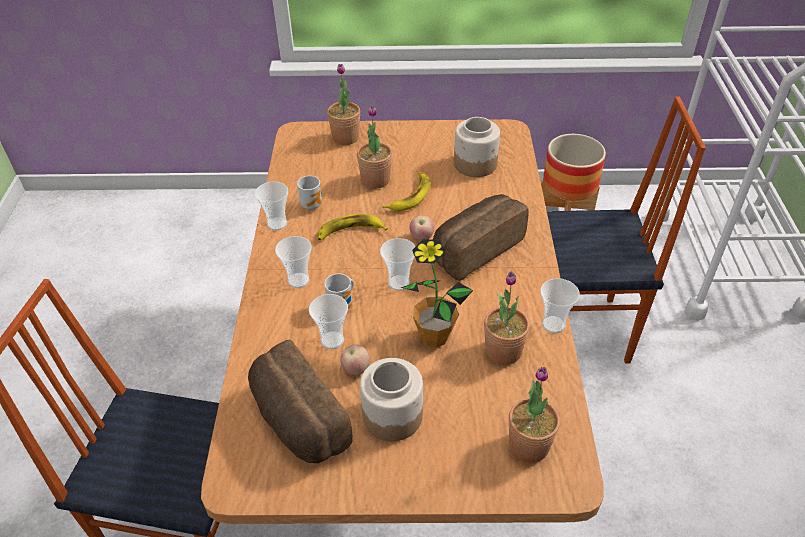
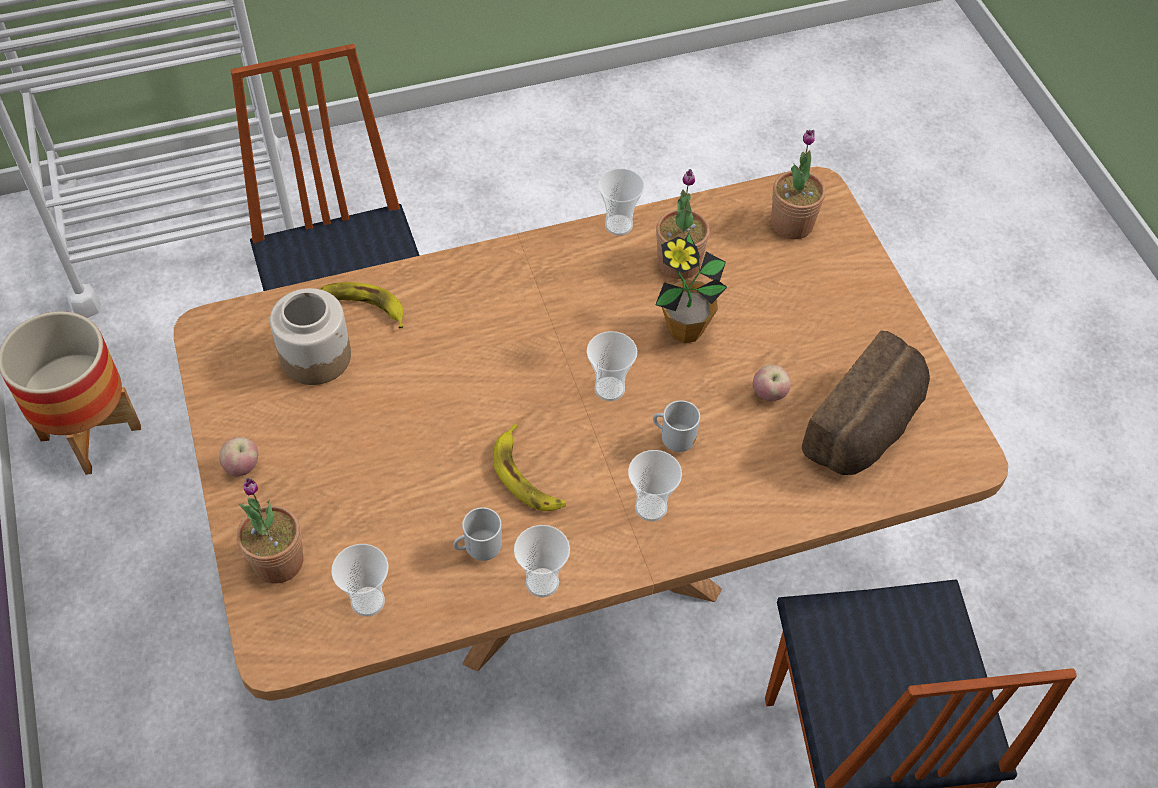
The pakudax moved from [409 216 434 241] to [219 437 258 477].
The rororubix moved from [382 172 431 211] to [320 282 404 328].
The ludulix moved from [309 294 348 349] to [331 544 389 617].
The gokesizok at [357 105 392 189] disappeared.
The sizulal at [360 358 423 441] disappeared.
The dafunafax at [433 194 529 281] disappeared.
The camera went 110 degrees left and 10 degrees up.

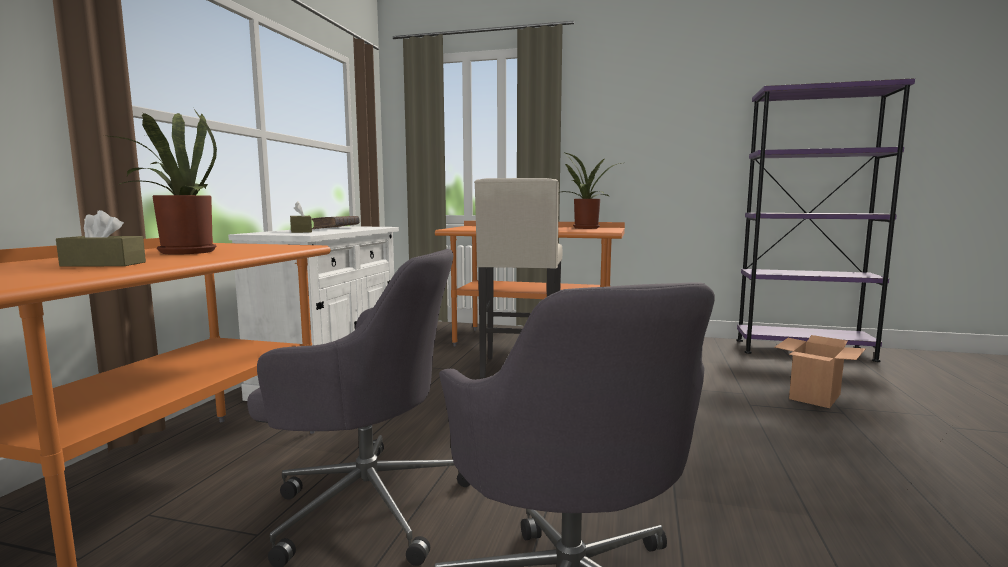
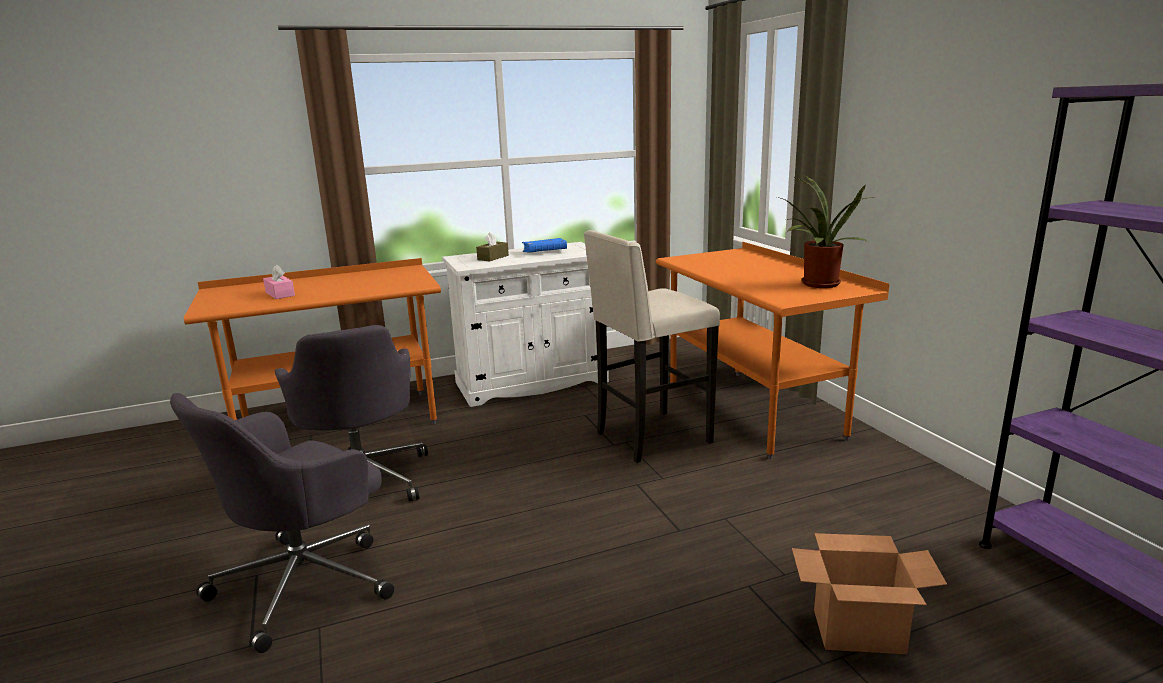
The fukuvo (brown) at [56 210 146 267] became the fukuvo (pink) at [263 265 295 299].
The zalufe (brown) at [311 216 360 229] became the zalufe (blue) at [522 238 567 253].
The gokesizok at [109 109 217 255] disappeared.
The camera went 55 degrees right and 10 degrees up.

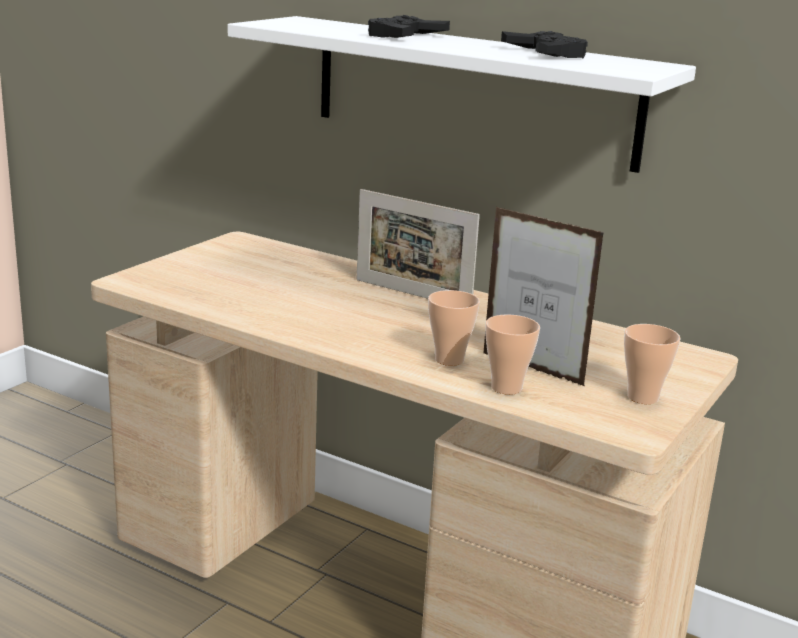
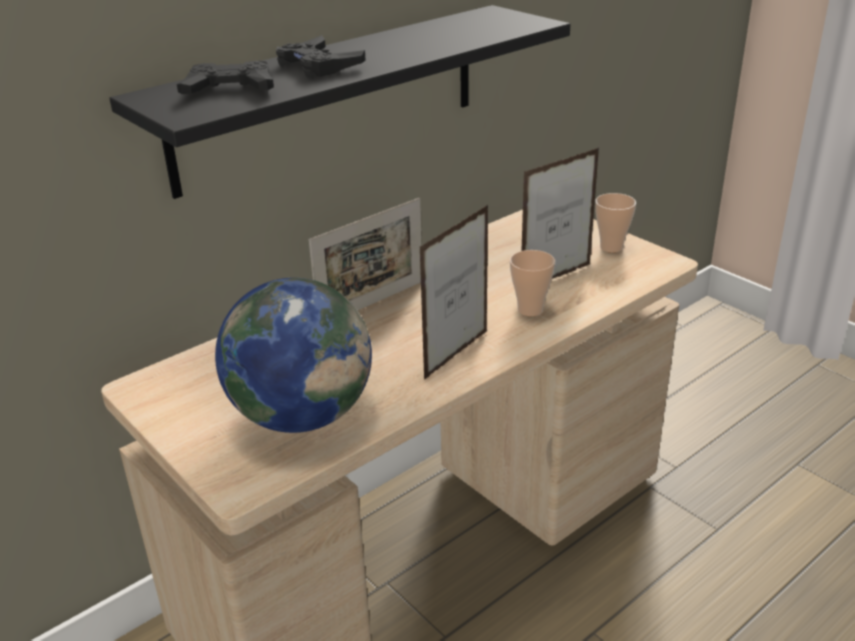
The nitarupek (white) at [228 16 696 173] became the nitarupek (black) at [109 5 570 199].
The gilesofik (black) moved from [501 31 588 58] to [177 61 274 94].
The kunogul at [215 278 372 433] appeared.
The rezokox at [420 205 488 380] appeared.
The ludulix at [486 314 540 395] disappeared.
The camera went 70 degrees left and 10 degrees up.

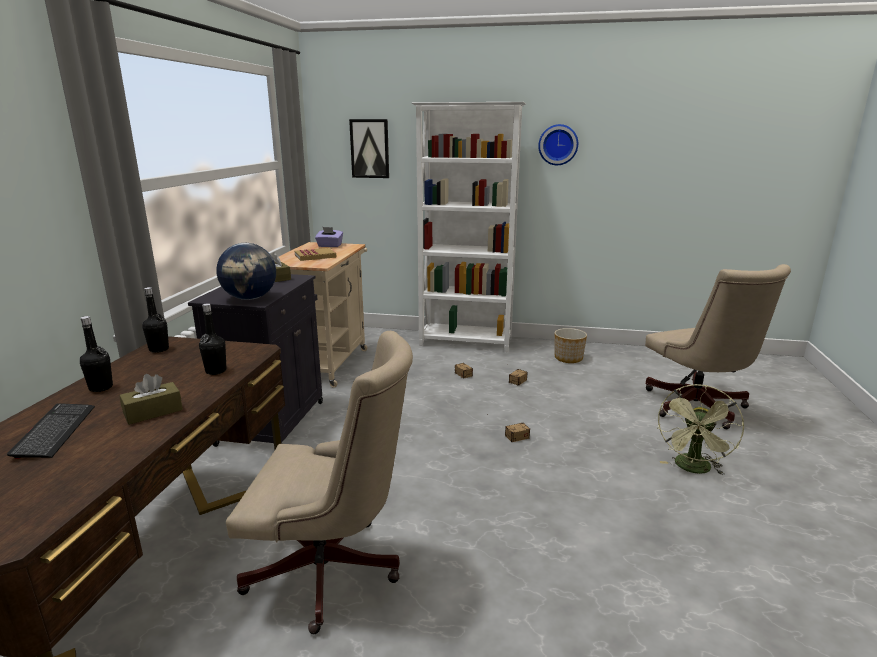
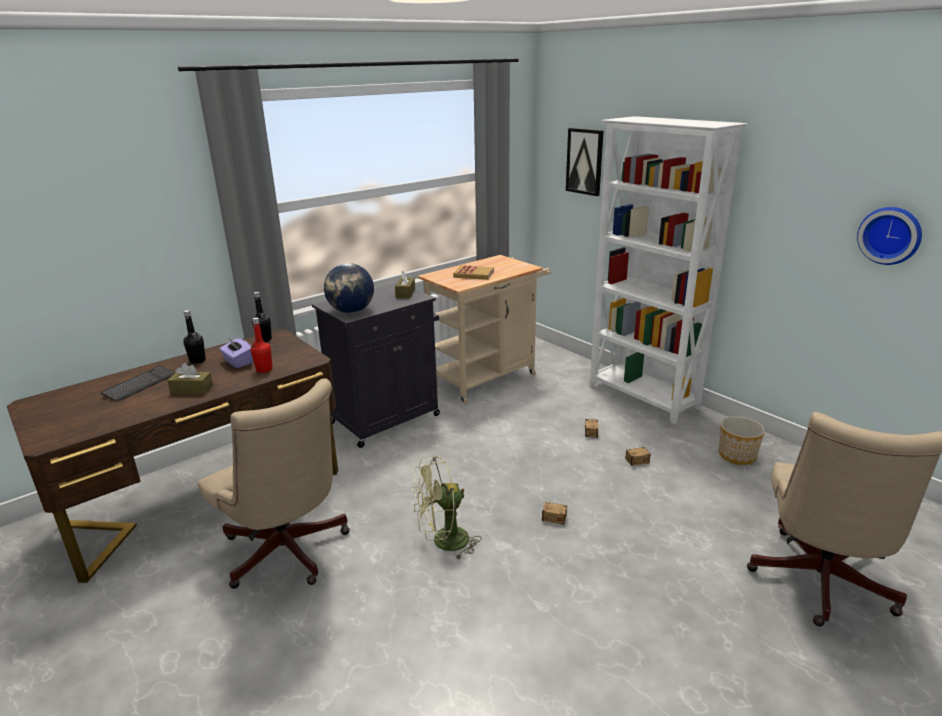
The fukuvo (purple) moved from [315 227 343 247] to [219 338 253 368].
The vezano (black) at [199 303 226 375] became the vezano (red) at [251 317 273 373].
The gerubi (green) moved from [657 384 744 475] to [412 456 482 561].
The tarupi moved from [538 124 578 165] to [857 207 922 265].
The camera went 40 degrees right and 5 degrees up.

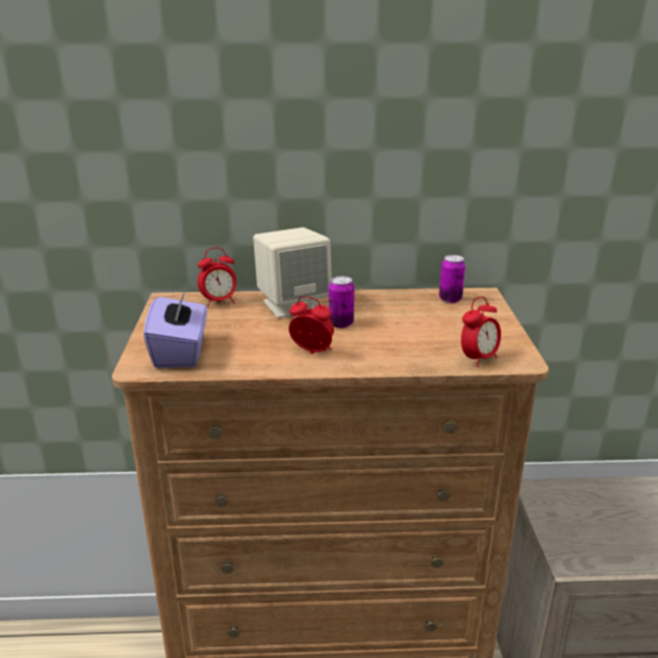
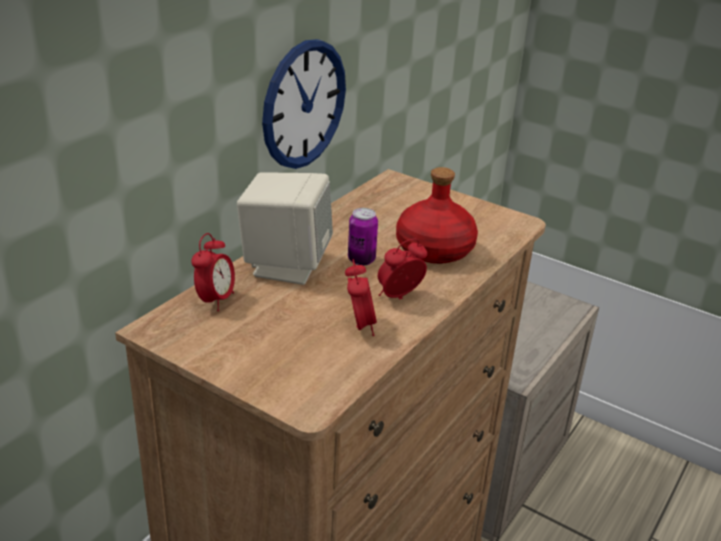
The tarupi at [262 39 346 169] appeared.
The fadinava moved from [461 296 501 368] to [345 259 377 336].
The vezano (red) at [396 167 478 264] appeared.
The fukuvo (purple) at [144 287 207 368] disappeared.
The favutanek at [439 255 466 303] disappeared.
The camera went 55 degrees left and 5 degrees up.

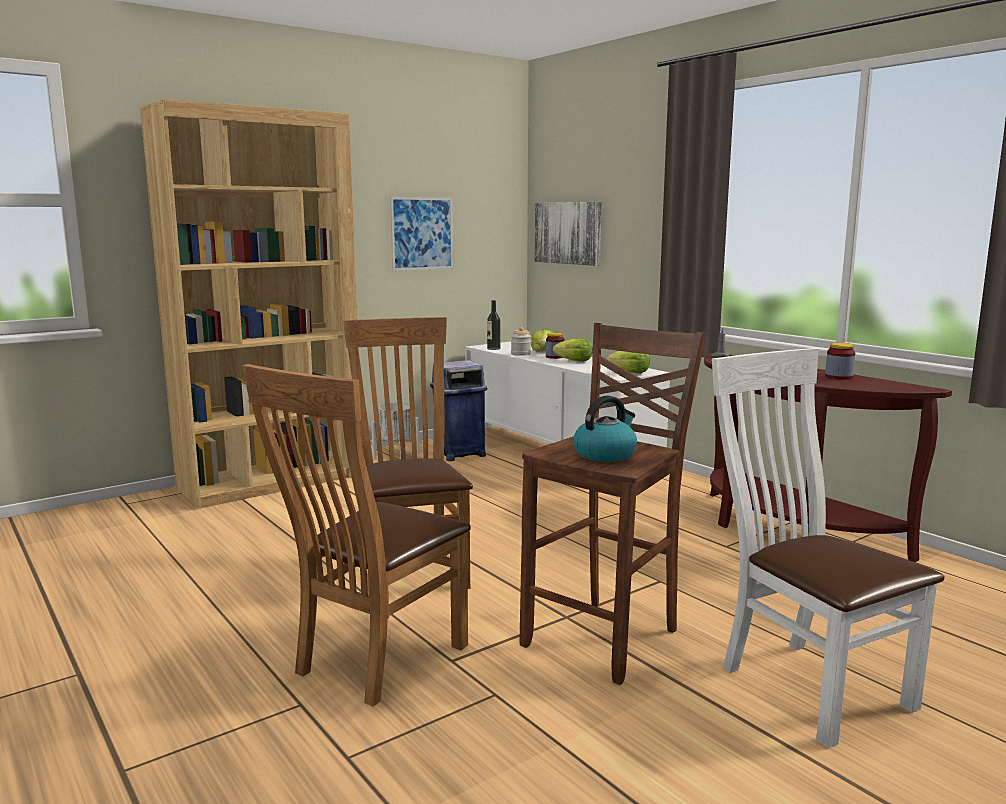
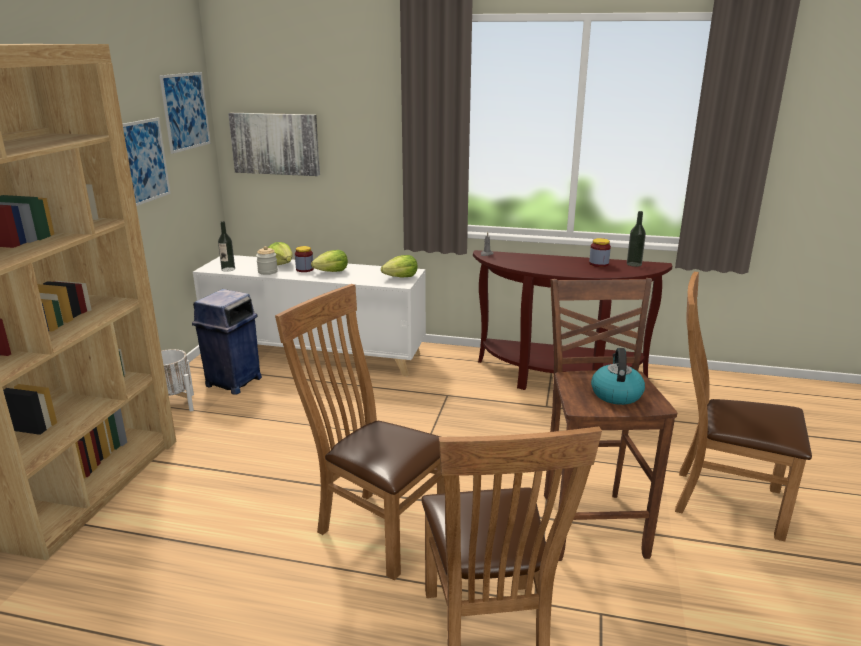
The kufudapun at [159 72 211 154] appeared.
The vezano at [627 211 646 267] appeared.
The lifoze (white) at [712 348 945 749] became the lifoze (brown) at [675 272 812 541].
The camera went 40 degrees left and 10 degrees up.

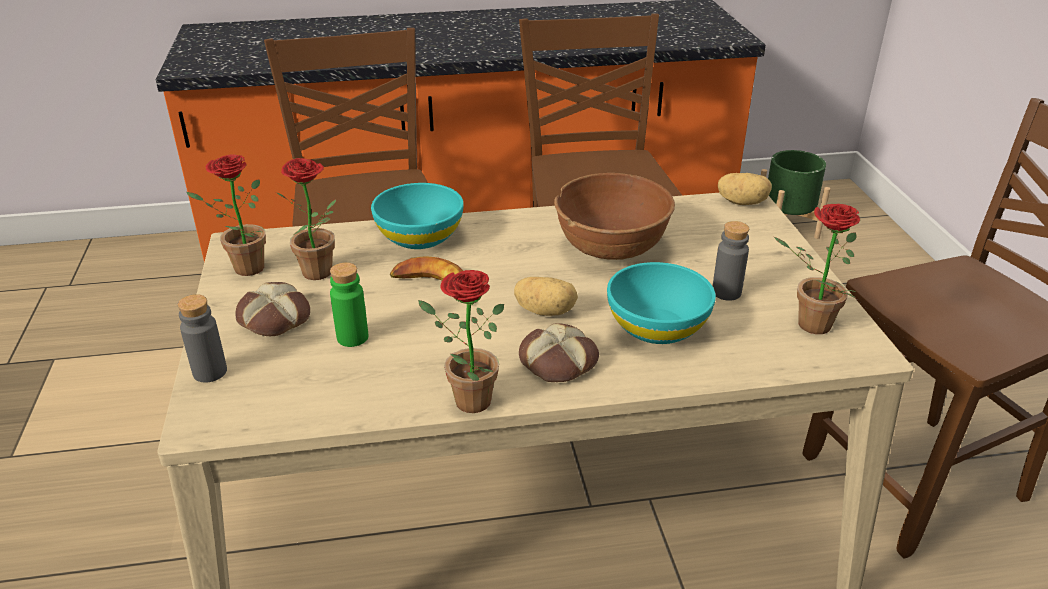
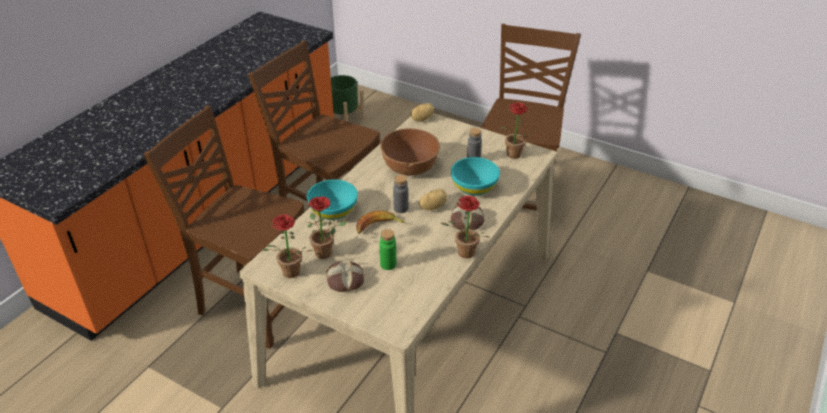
The vezano (grey) moved from [177 294 227 383] to [393 175 408 213].
The camera went 50 degrees left and 5 degrees up.

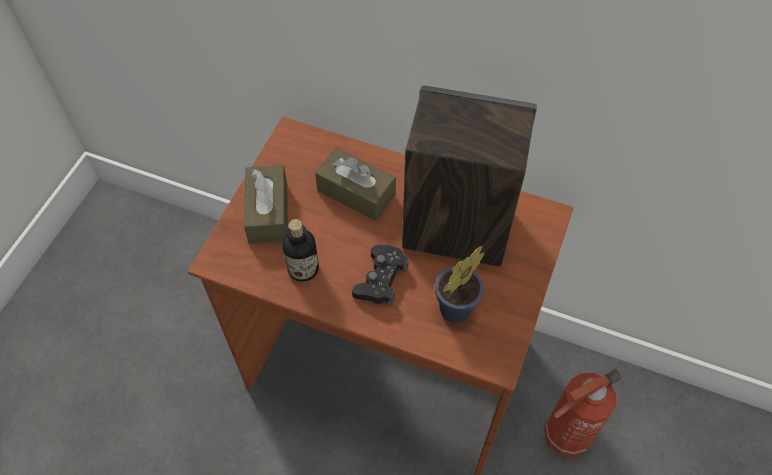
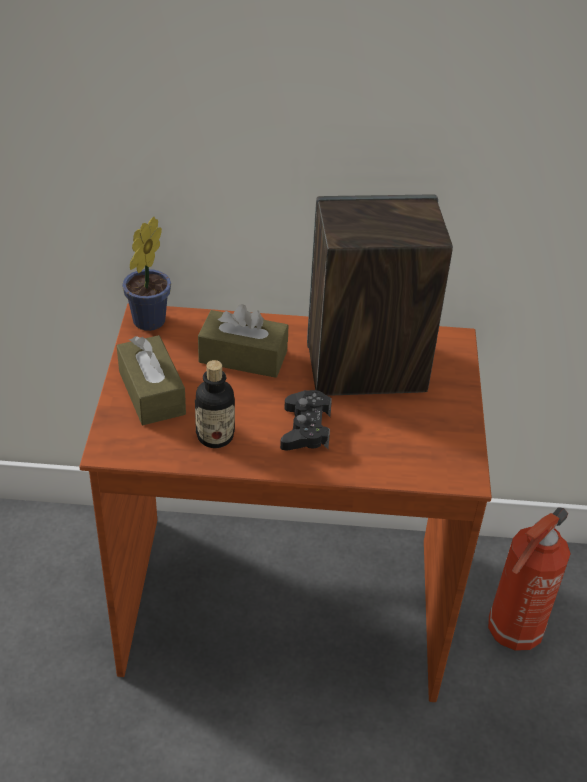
The gokesizok moved from [435 246 484 323] to [122 217 171 331].
The camera went 20 degrees left and 15 degrees down.

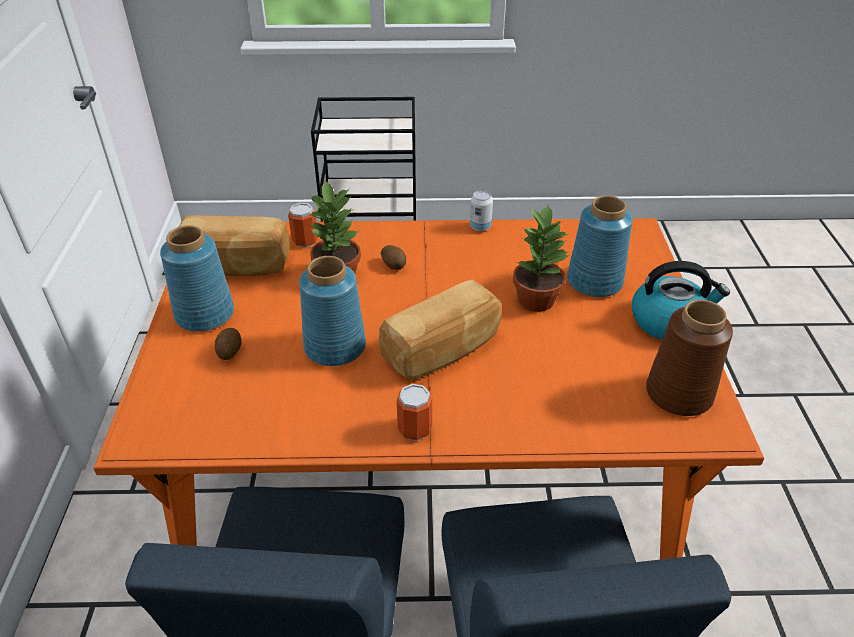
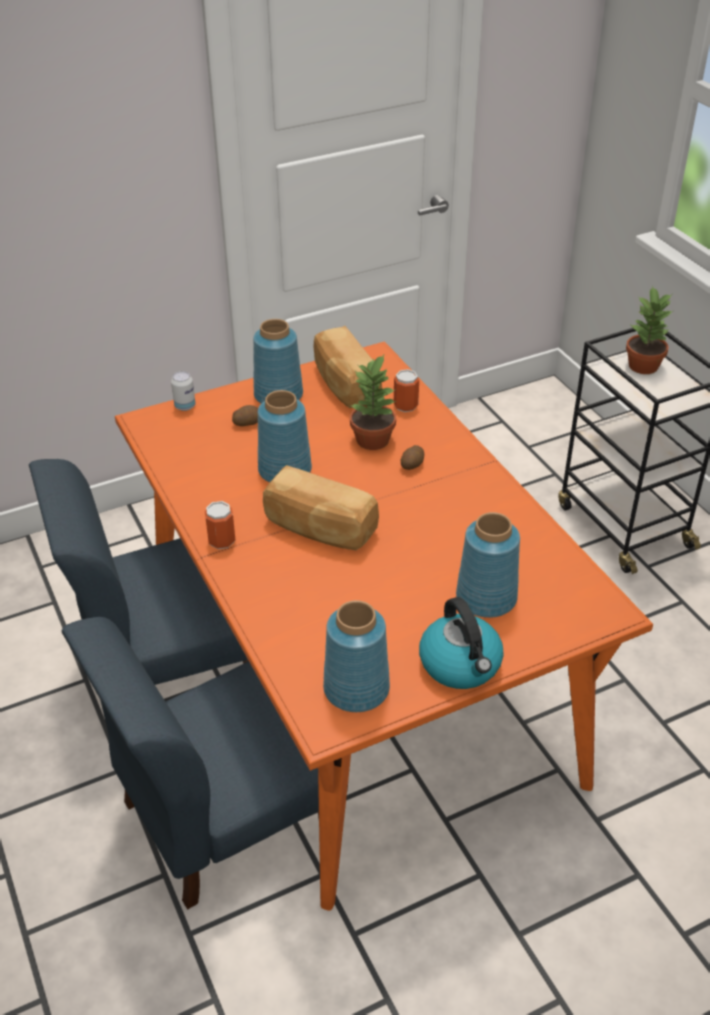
The favutanek moved from [470 190 493 232] to [171 371 196 411].
The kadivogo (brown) at [646 299 733 416] became the kadivogo (blue) at [323 600 390 712].
The gokesizok moved from [513 204 570 312] to [626 286 673 374].
The camera went 65 degrees right and 0 degrees up.

